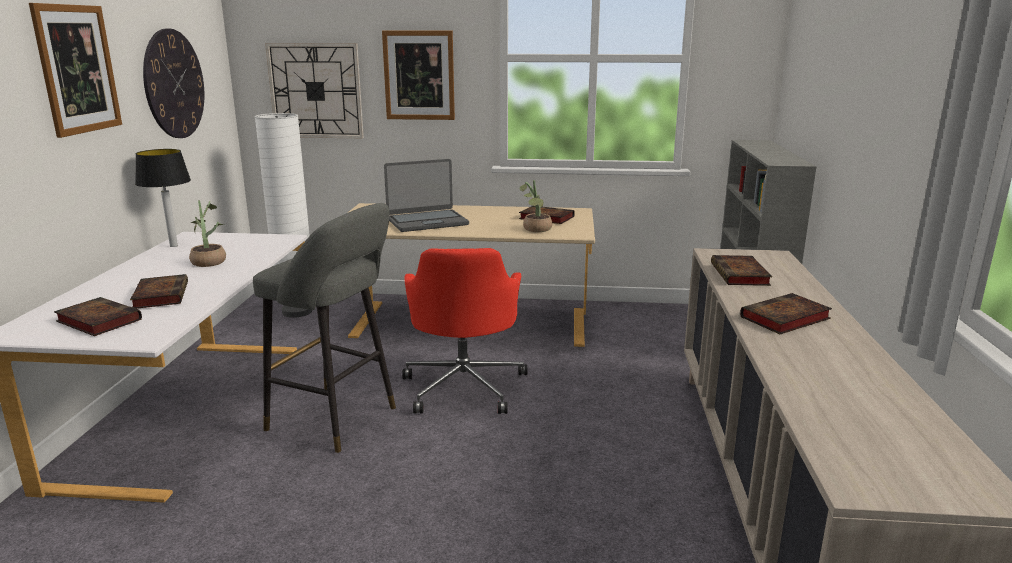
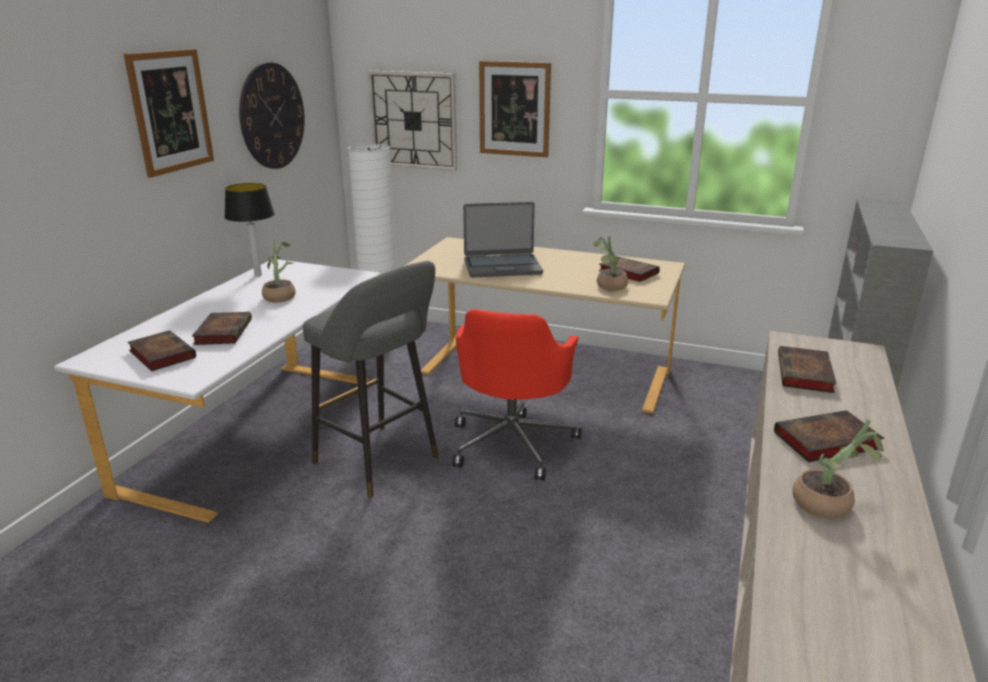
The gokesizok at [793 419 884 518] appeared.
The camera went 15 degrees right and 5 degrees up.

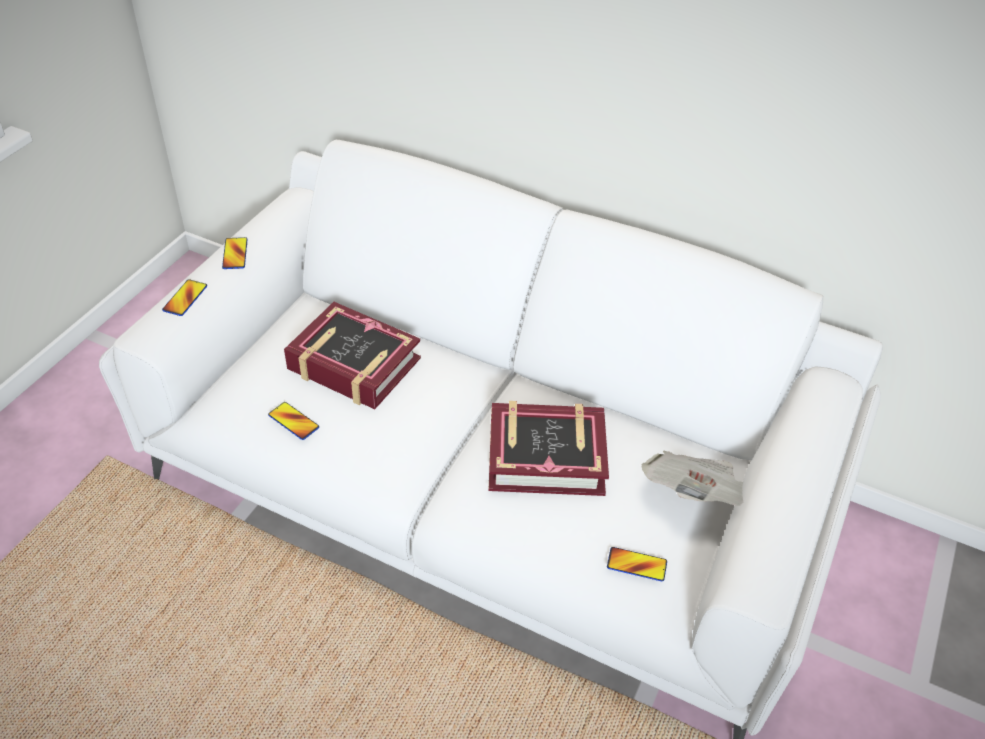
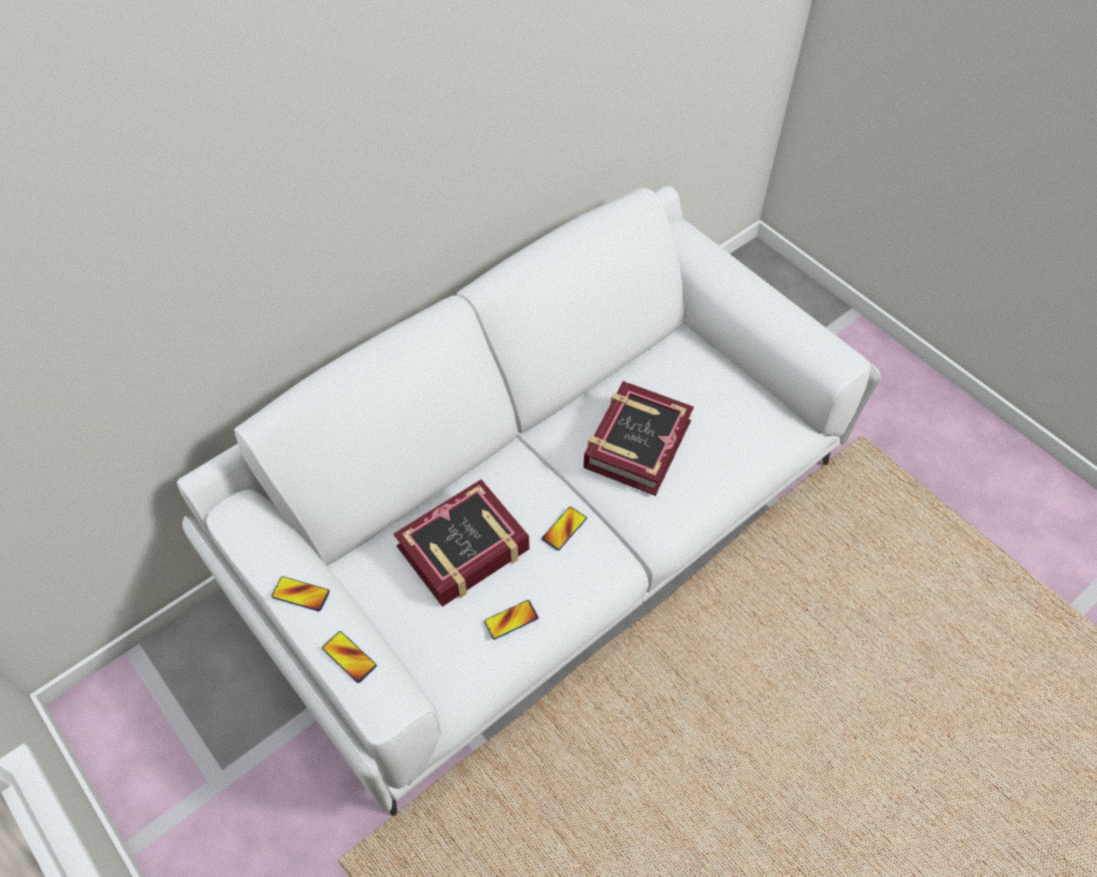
The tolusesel moved from [607 547 667 581] to [542 507 587 551].
The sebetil at [641 451 744 506] disappeared.
The camera went 65 degrees left and 10 degrees up.

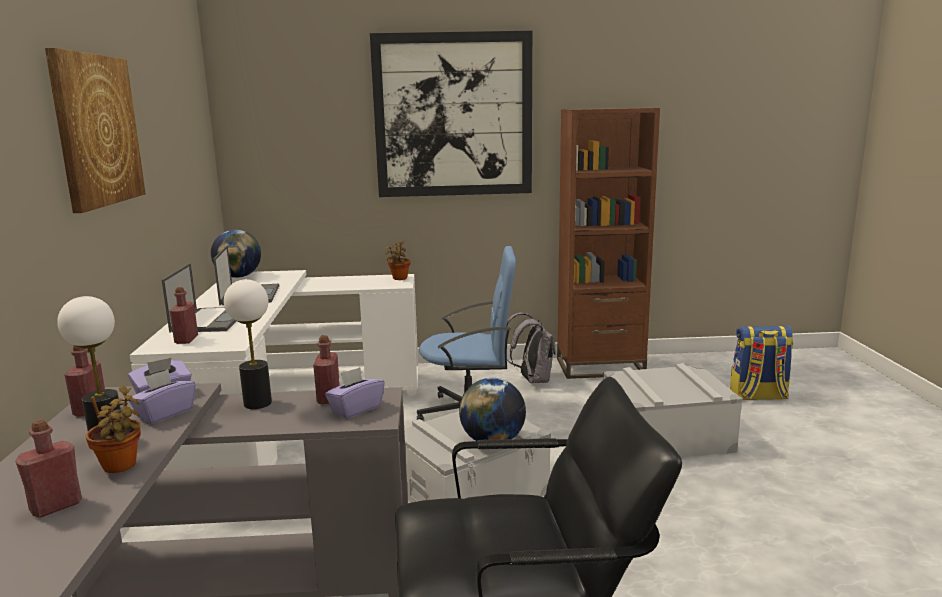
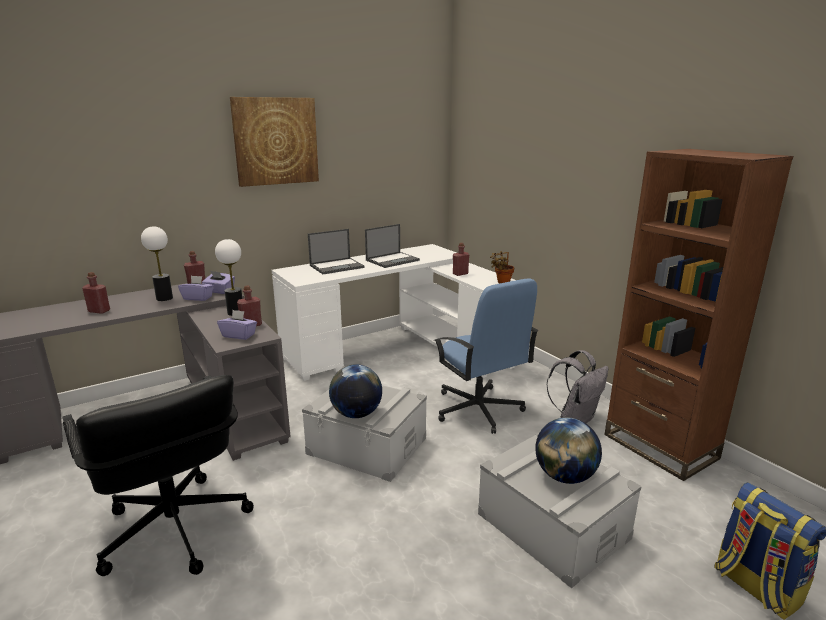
The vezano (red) moved from [169 287 198 344] to [453 243 469 276].
The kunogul moved from [211 230 261 278] to [535 417 602 484].
The gokesizok at [86 386 141 473] disappeared.
The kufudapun at [370 31 532 197] disappeared.
The camera went 60 degrees right and 5 degrees up.

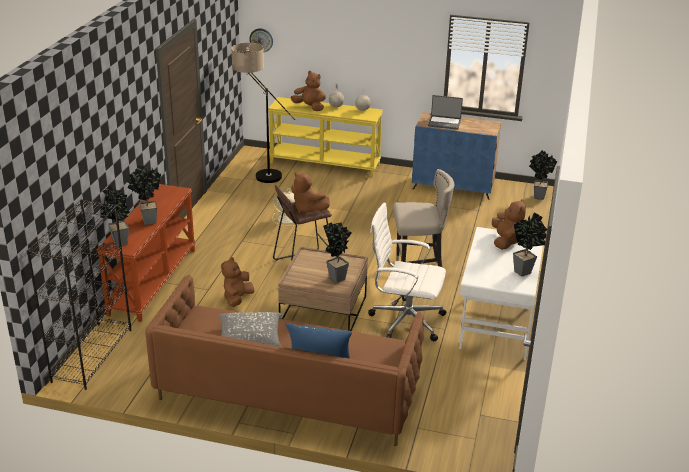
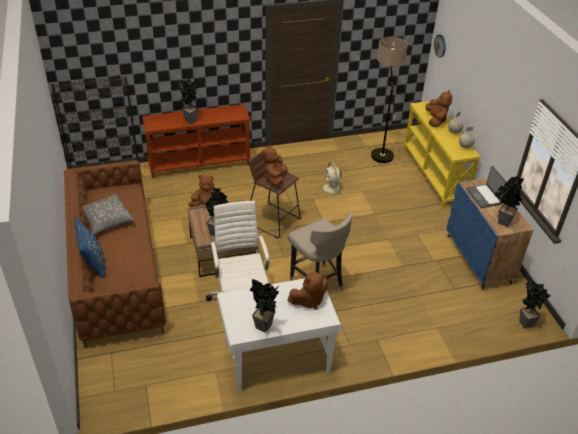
The gokesizok moved from [100 185 130 247] to [494 176 524 227].
The camera went 60 degrees right and 10 degrees up.

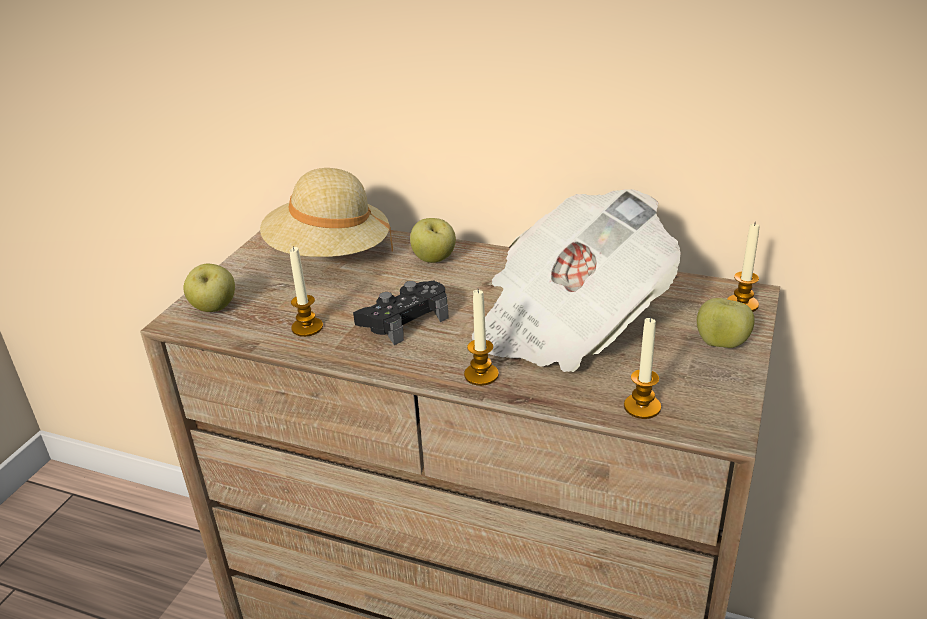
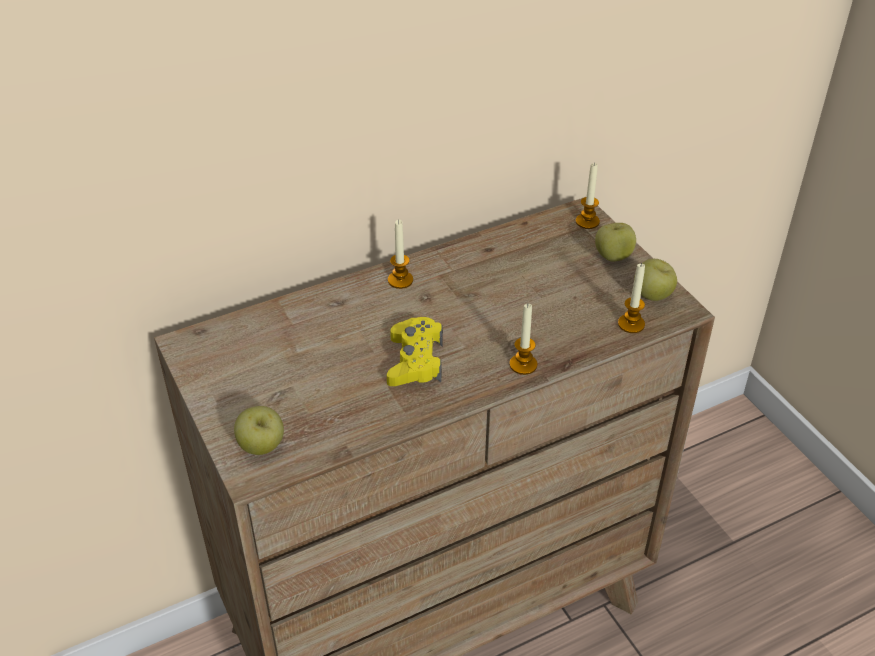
The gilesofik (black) at [353 280 449 345] became the gilesofik (yellow) at [387 317 443 386].
The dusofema moved from [290 246 323 337] to [388 220 413 289].
The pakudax moved from [410 218 456 263] to [634 259 677 301].
The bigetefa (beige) at [260 168 393 257] disappeared.
The sebetil at [471 189 681 372] disappeared.
The camera went 50 degrees left and 10 degrees up.

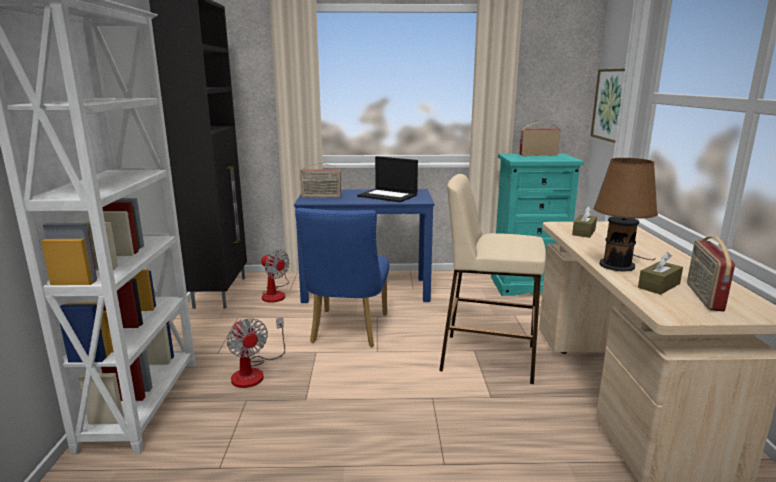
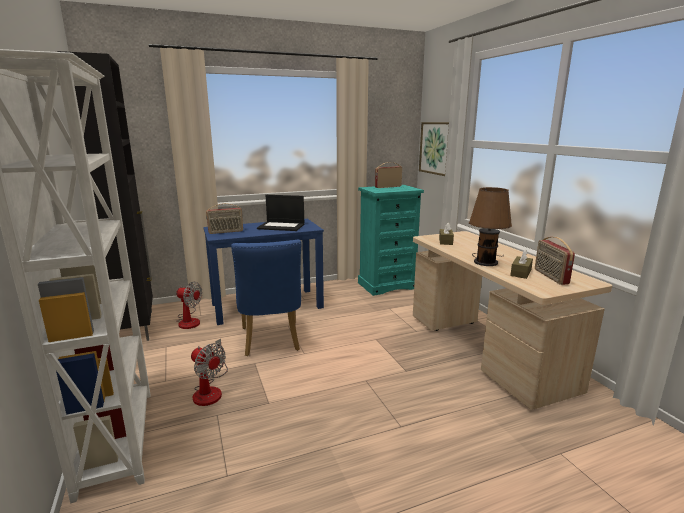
The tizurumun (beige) at [439 174 546 384] disappeared.
The camera went 20 degrees left and 0 degrees up.

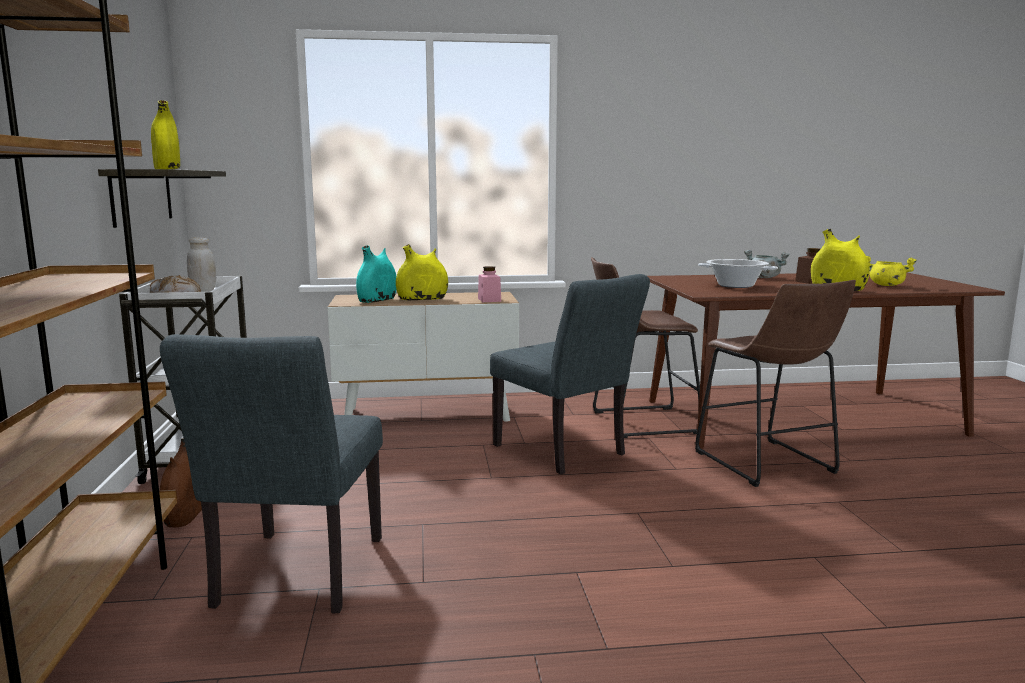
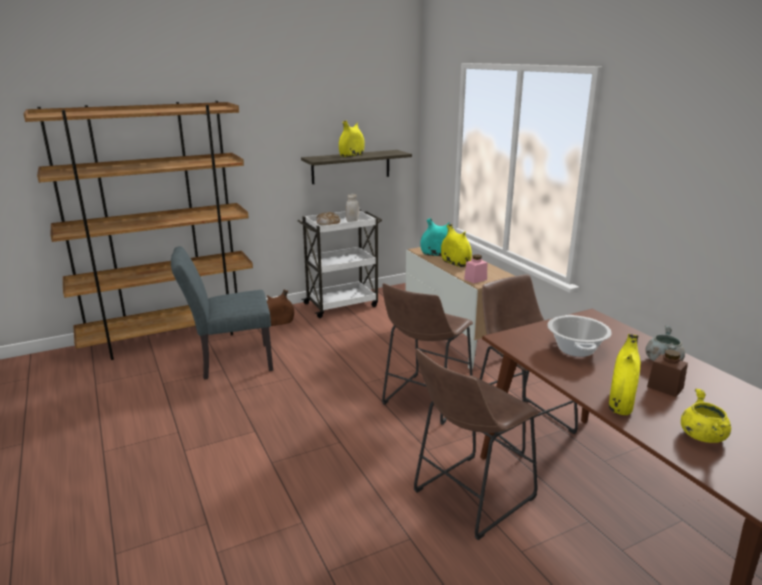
The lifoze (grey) at [490 274 650 475] was replaced by the tizurumun (brown) at [382 283 473 425].
The camera went 70 degrees right and 10 degrees up.

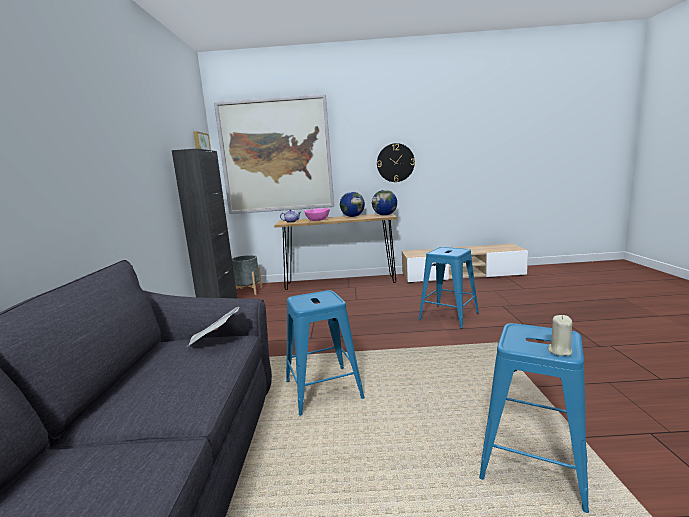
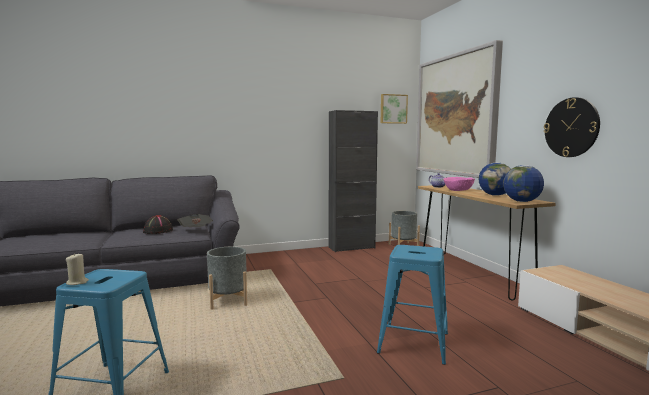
The bigetefa (black) at [143 215 173 234] appeared.
The tizurumun (blue) at [286 290 365 416] was replaced by the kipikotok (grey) at [207 247 247 310].
The camera went 70 degrees right and 5 degrees down.

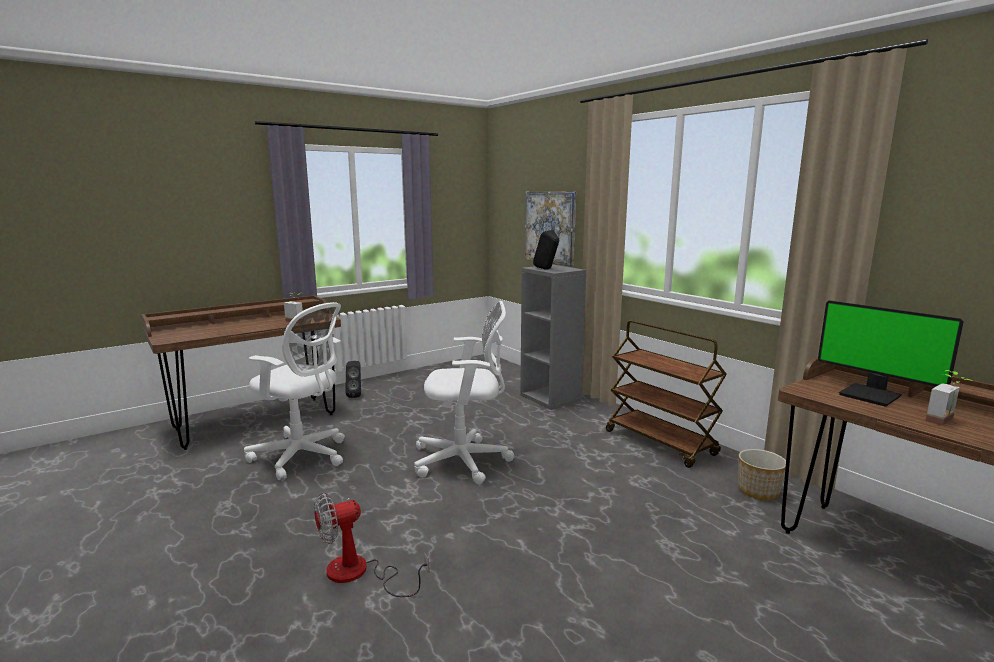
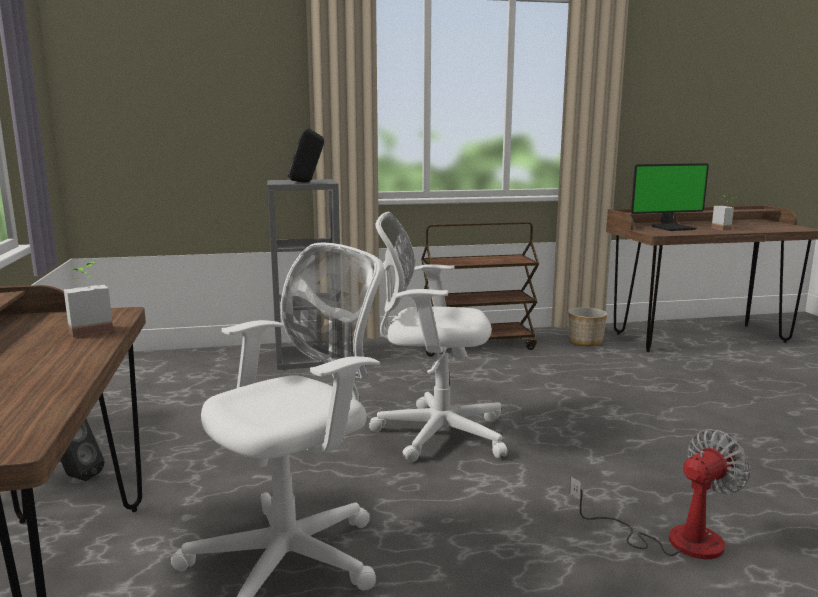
The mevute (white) at [414 301 514 484] turned 105 degrees counterclockwise.
The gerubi at [314 493 429 597] turned 120 degrees counterclockwise.
The kufudapun at [525 192 576 267] disappeared.
The camera went 65 degrees left and 0 degrees up.

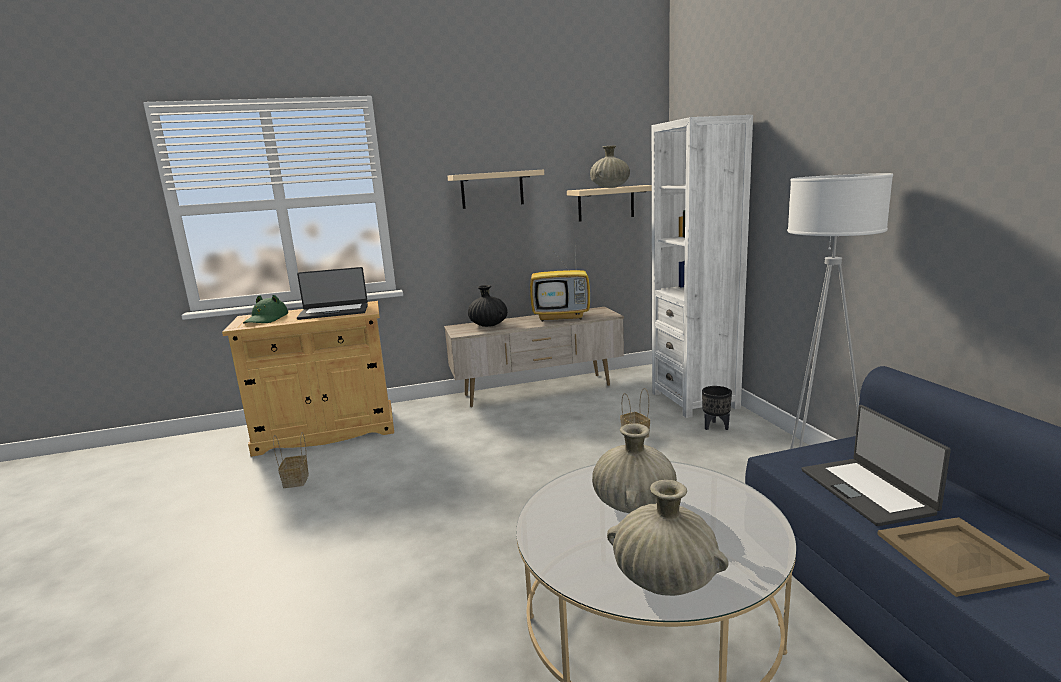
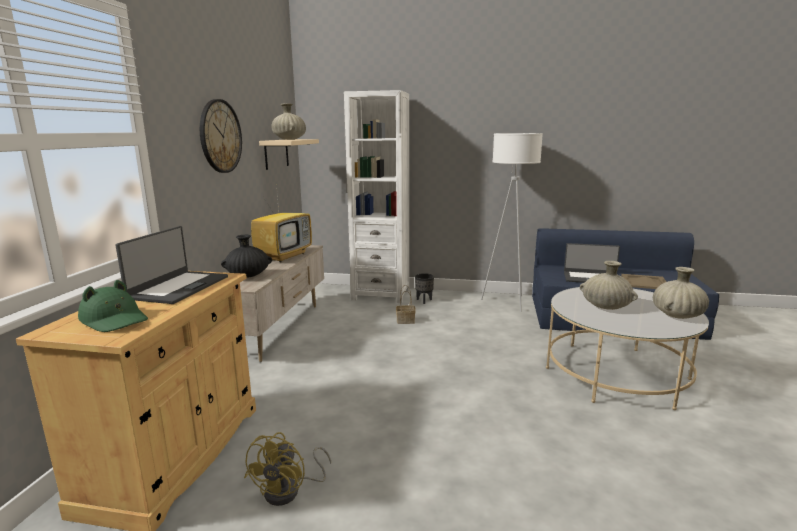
The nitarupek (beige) at [448 170 544 209] was replaced by the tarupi at [200 99 242 173].
The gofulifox at [273 432 309 488] was replaced by the gerubi (yellow) at [244 432 331 506].
The camera went 65 degrees left and 0 degrees up.

